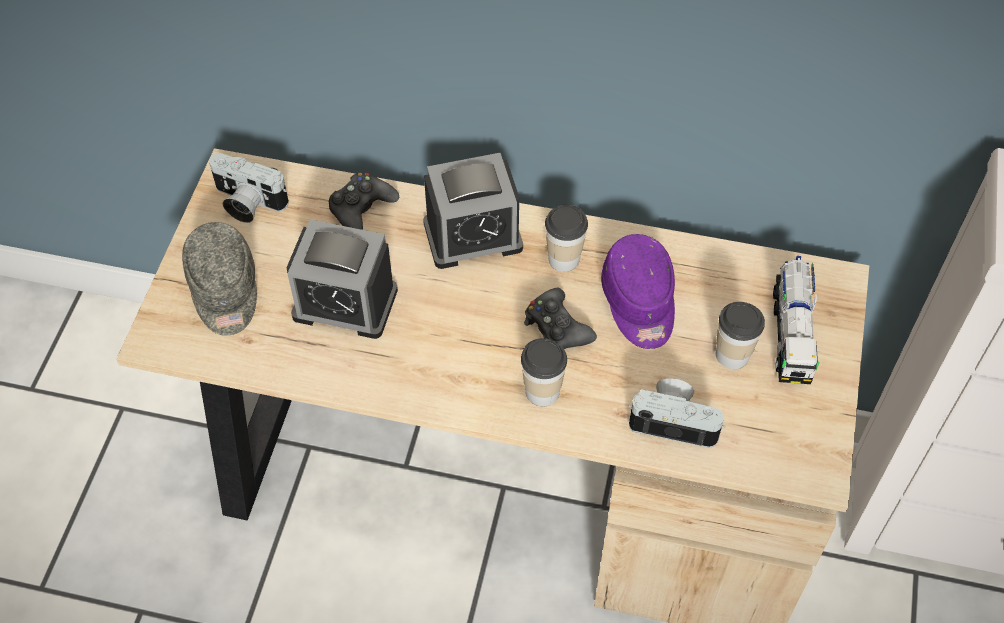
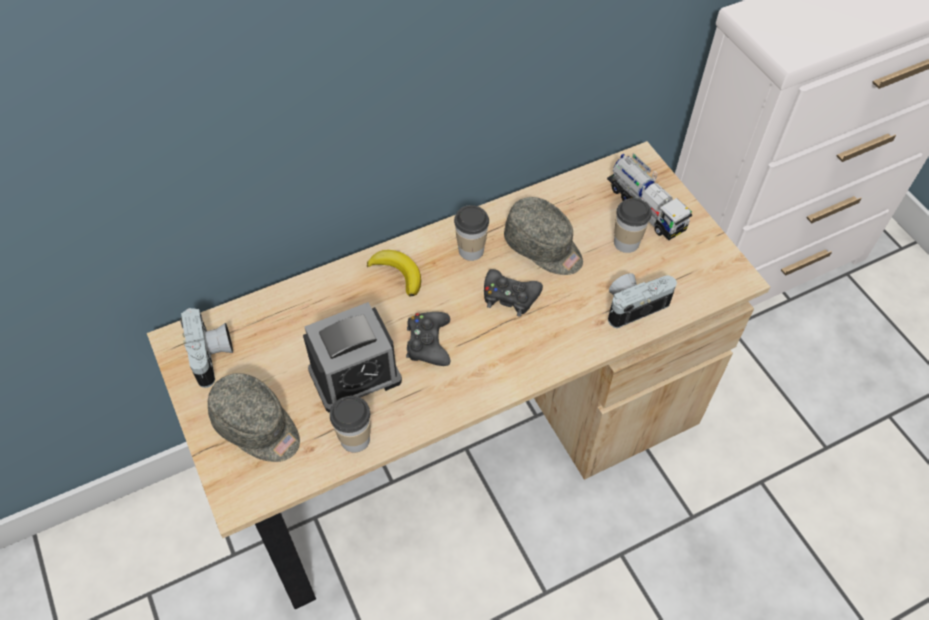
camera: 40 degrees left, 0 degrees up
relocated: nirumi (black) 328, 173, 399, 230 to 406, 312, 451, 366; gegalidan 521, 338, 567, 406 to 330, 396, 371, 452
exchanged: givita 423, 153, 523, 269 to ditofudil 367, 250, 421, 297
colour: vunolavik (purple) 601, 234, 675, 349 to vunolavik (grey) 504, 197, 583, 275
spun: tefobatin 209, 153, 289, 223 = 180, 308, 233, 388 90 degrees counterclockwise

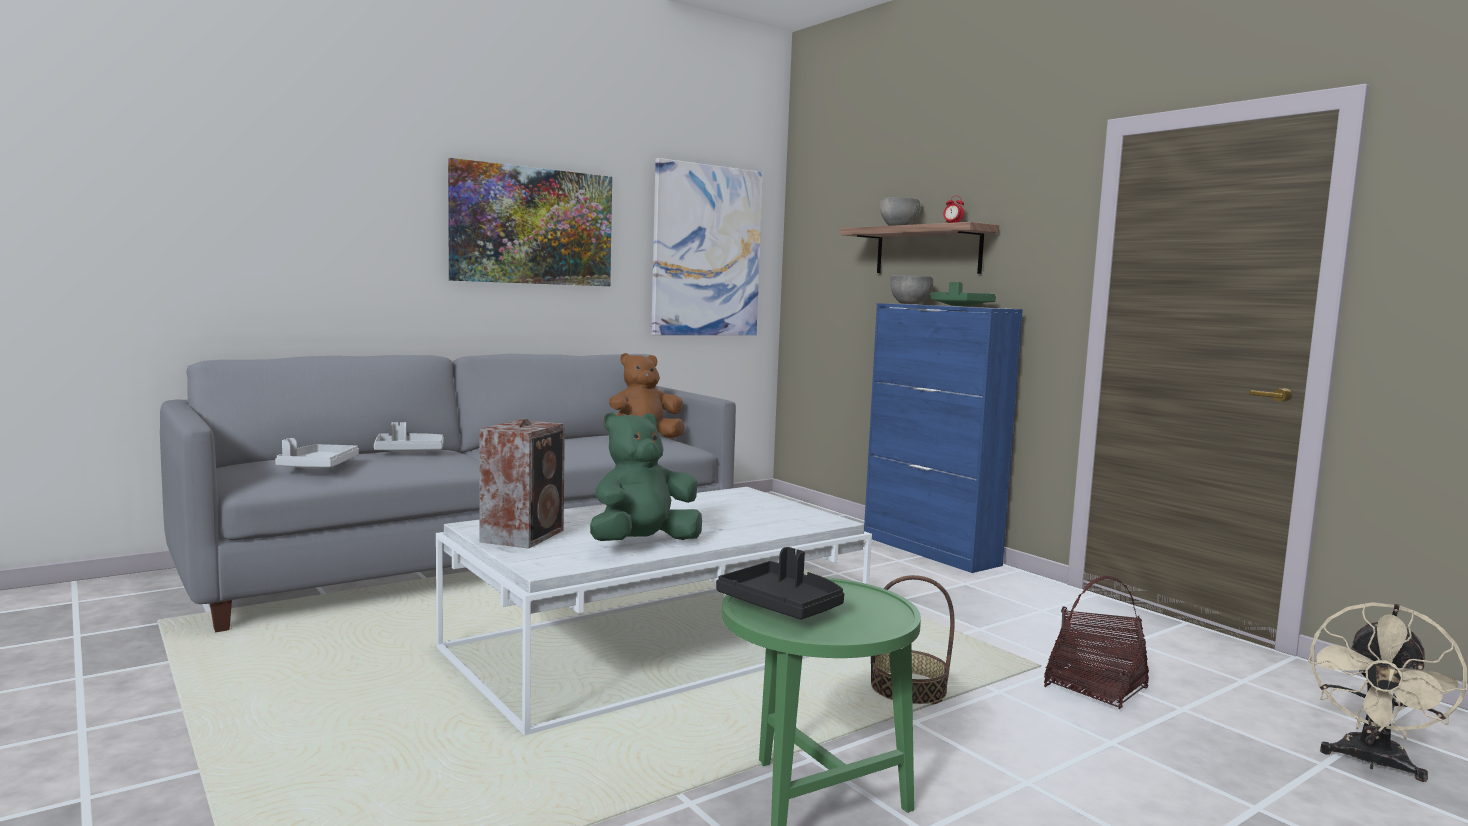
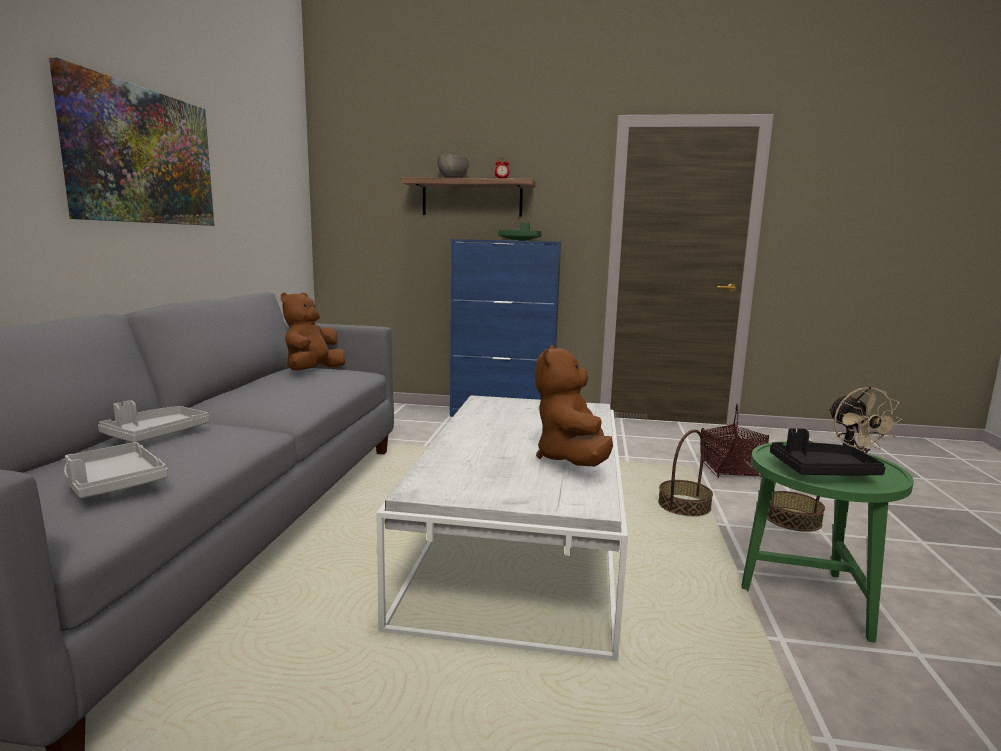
camera: 45 degrees left, 5 degrees up
missing: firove 479, 419, 565, 549; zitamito 651, 158, 763, 335; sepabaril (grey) 890, 275, 933, 304
appeared: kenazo 767, 441, 825, 532
colour: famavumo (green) 590, 412, 702, 541 to famavumo (brown) 536, 345, 613, 466

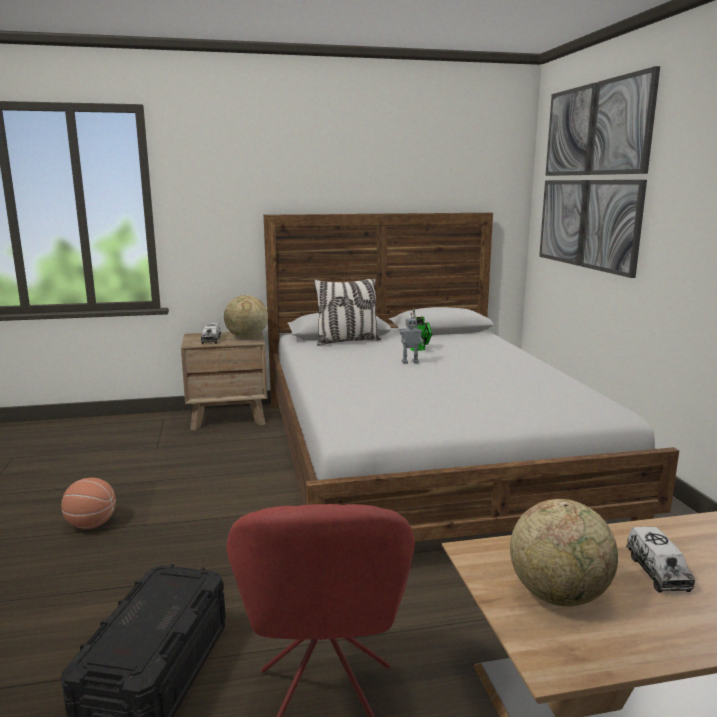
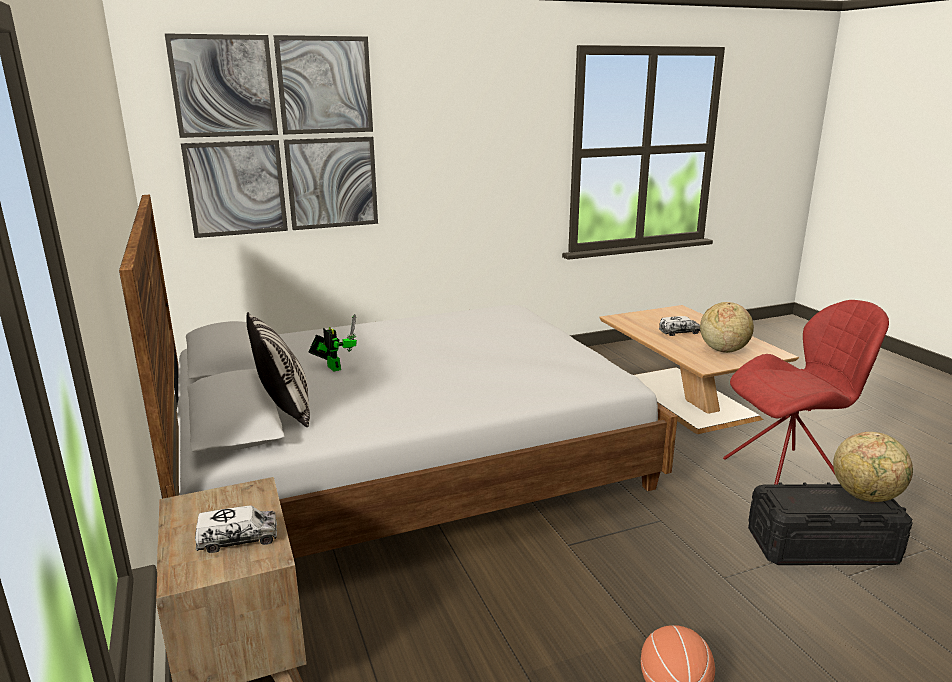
camera: 100 degrees left, 5 degrees up
missing: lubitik 400, 313, 424, 364
relocated: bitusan 224, 295, 268, 338 to 833, 432, 913, 502

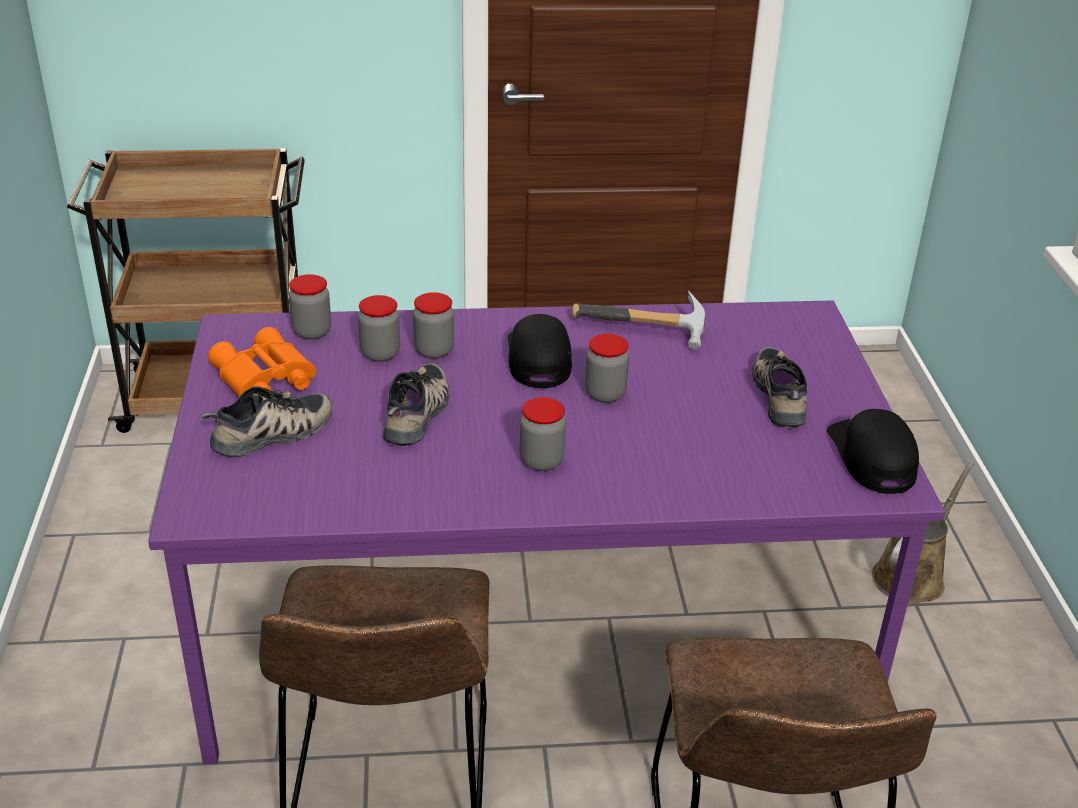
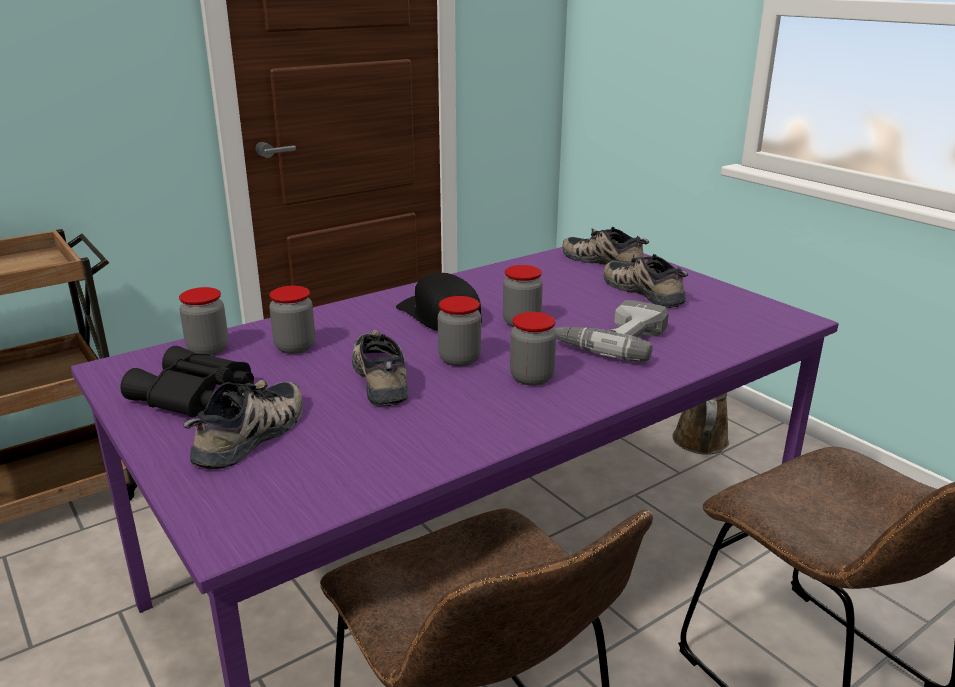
camera: 30 degrees left, 10 degrees down
missing: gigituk 572, 290, 705, 350; vunolavik (black) 827, 409, 919, 494
appeared: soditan 554, 300, 669, 362; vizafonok 562, 227, 650, 265
relocated: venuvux 413, 292, 454, 359 to 438, 296, 481, 366
colour: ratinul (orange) 208, 327, 316, 397 to ratinul (black) 120, 346, 254, 417

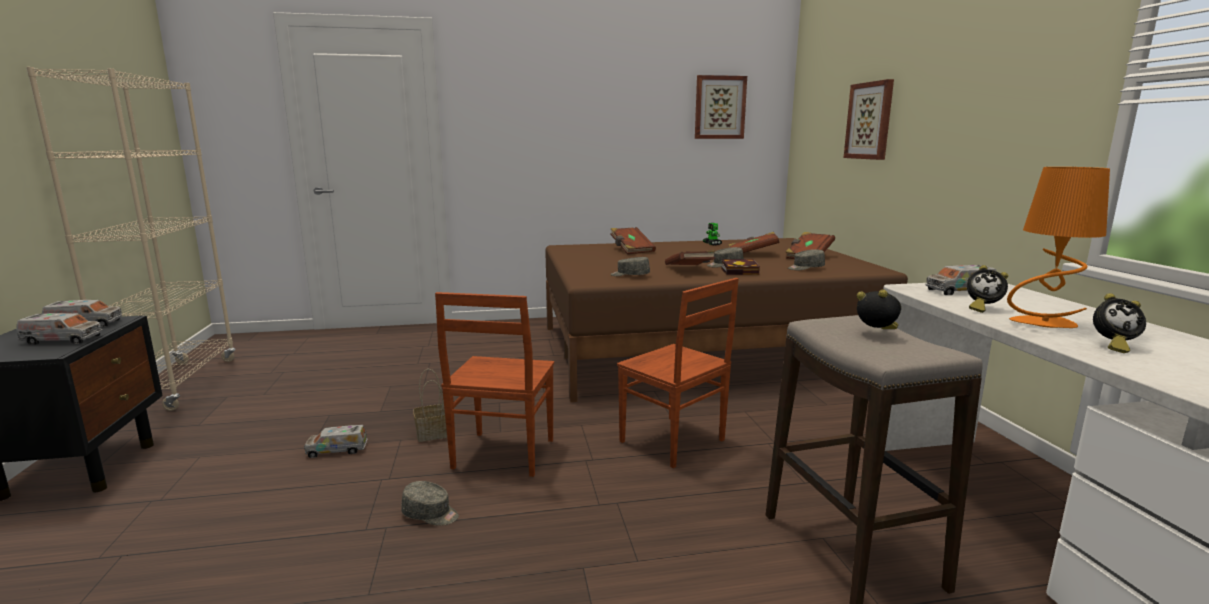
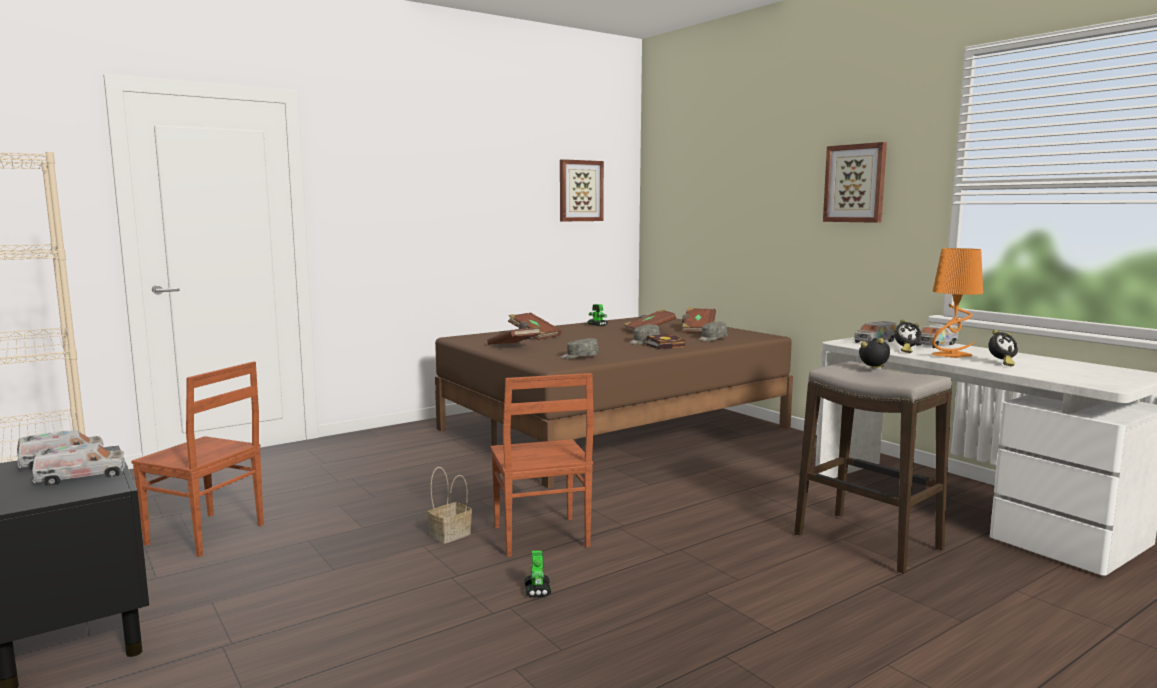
camera: 25 degrees left, 5 degrees down
relocated: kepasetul 304, 425, 368, 458 to 916, 324, 959, 348; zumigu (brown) 617, 278, 739, 468 to 131, 361, 264, 557; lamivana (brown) 665, 250, 715, 265 to 487, 326, 541, 345; zitamito 844, 79, 894, 160 to 823, 142, 887, 223
exchanged: vunolavik (grey) 401, 481, 459, 526 to lubitik 524, 550, 551, 598

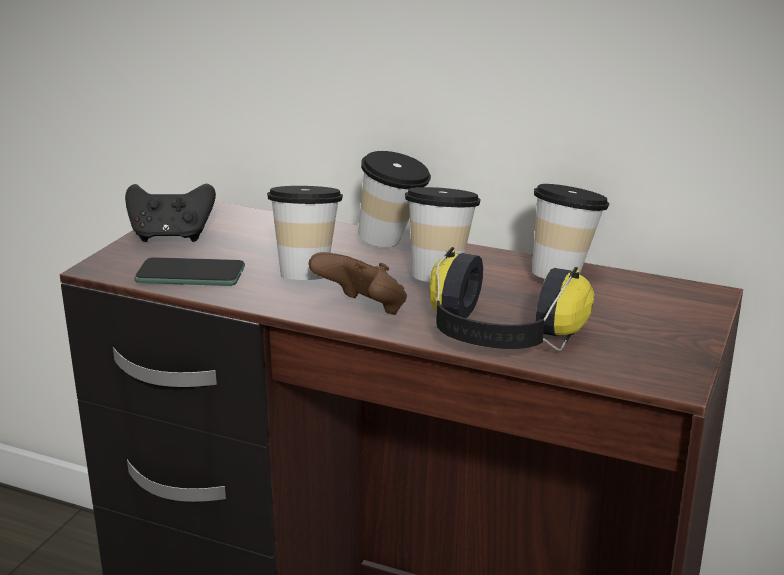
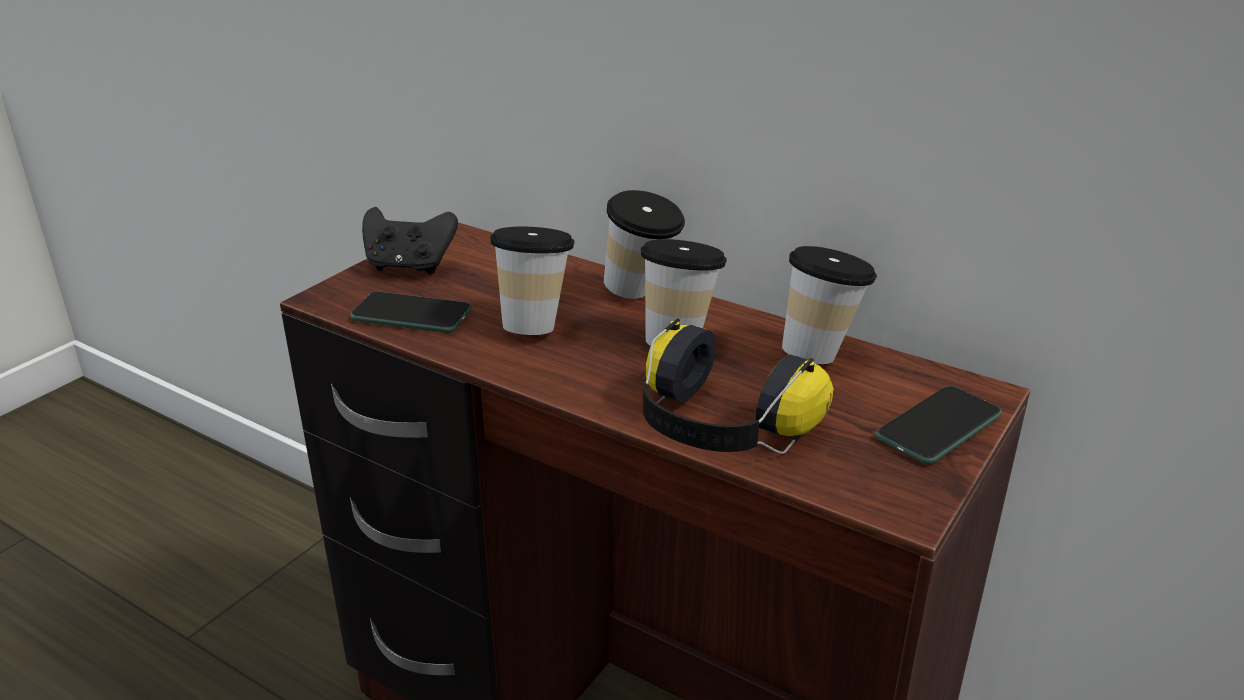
camera: 10 degrees right, 5 degrees up
missing: nirumi (brown) 308, 252, 407, 315
appeared: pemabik 876, 386, 1002, 464

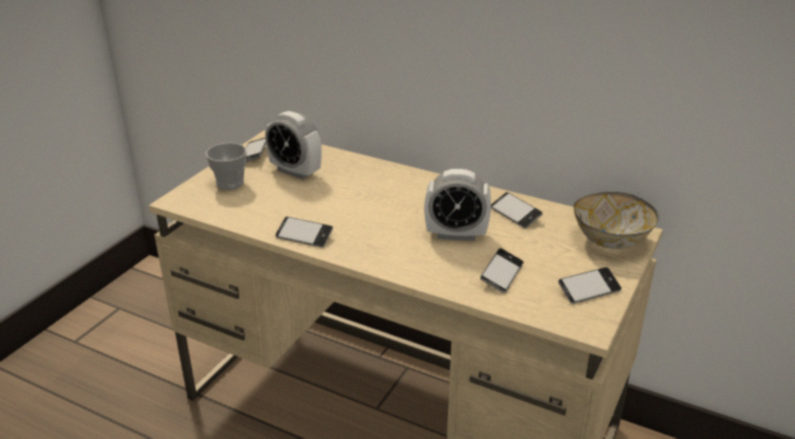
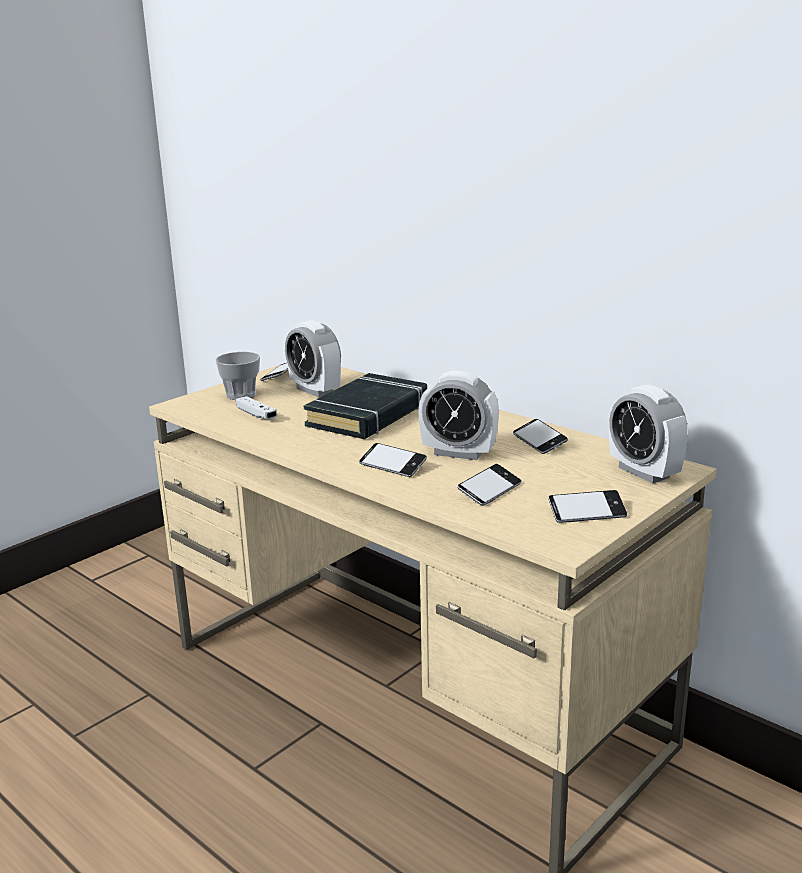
camera: 15 degrees right, 10 degrees down
appeared: nirumi (white) 236, 396, 277, 419; lamivana (black) 304, 373, 427, 439
relocated: pemabik 275, 217, 333, 247 to 359, 443, 427, 477
exchanged: sepabaril 574, 192, 658, 249 to givita 609, 385, 688, 484

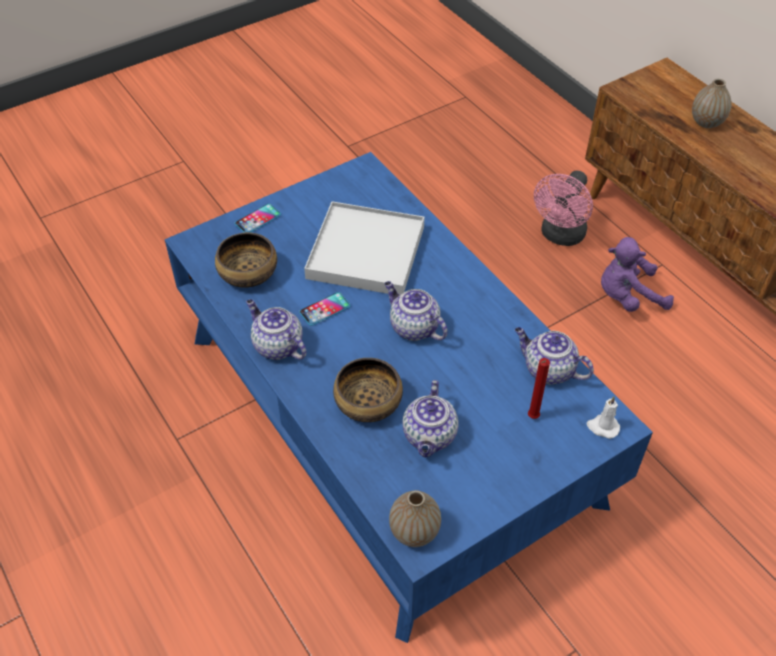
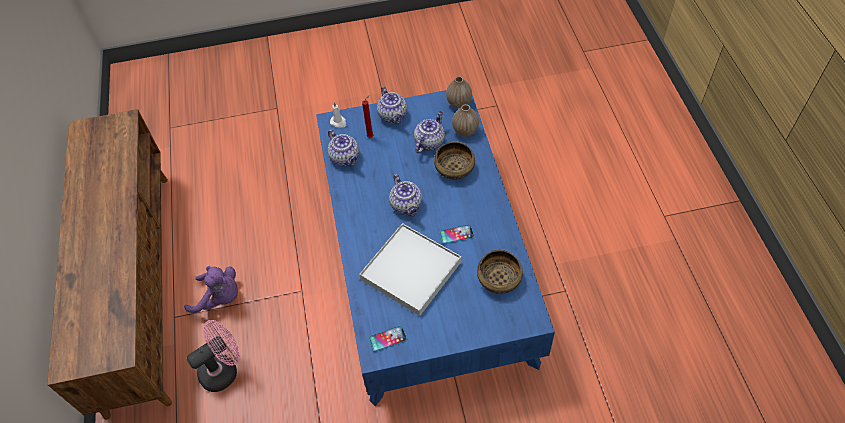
camera: 155 degrees left, 5 degrees up
relocated: pemabik 235, 204, 281, 233 to 369, 326, 407, 352; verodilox 246, 299, 306, 360 to 377, 86, 407, 124; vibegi 692, 79, 732, 128 to 452, 104, 479, 137

